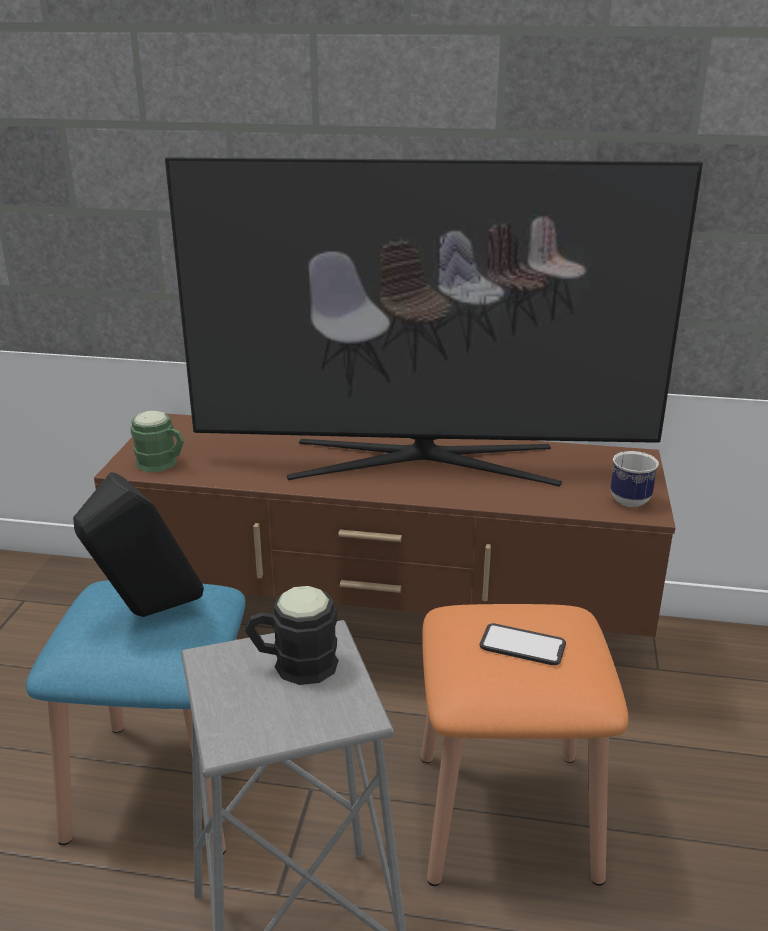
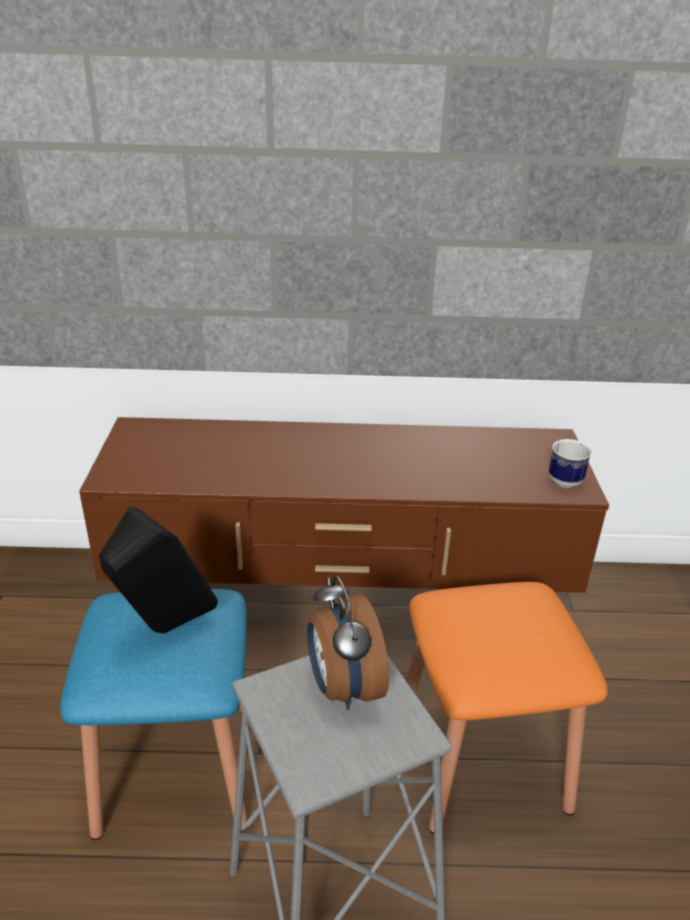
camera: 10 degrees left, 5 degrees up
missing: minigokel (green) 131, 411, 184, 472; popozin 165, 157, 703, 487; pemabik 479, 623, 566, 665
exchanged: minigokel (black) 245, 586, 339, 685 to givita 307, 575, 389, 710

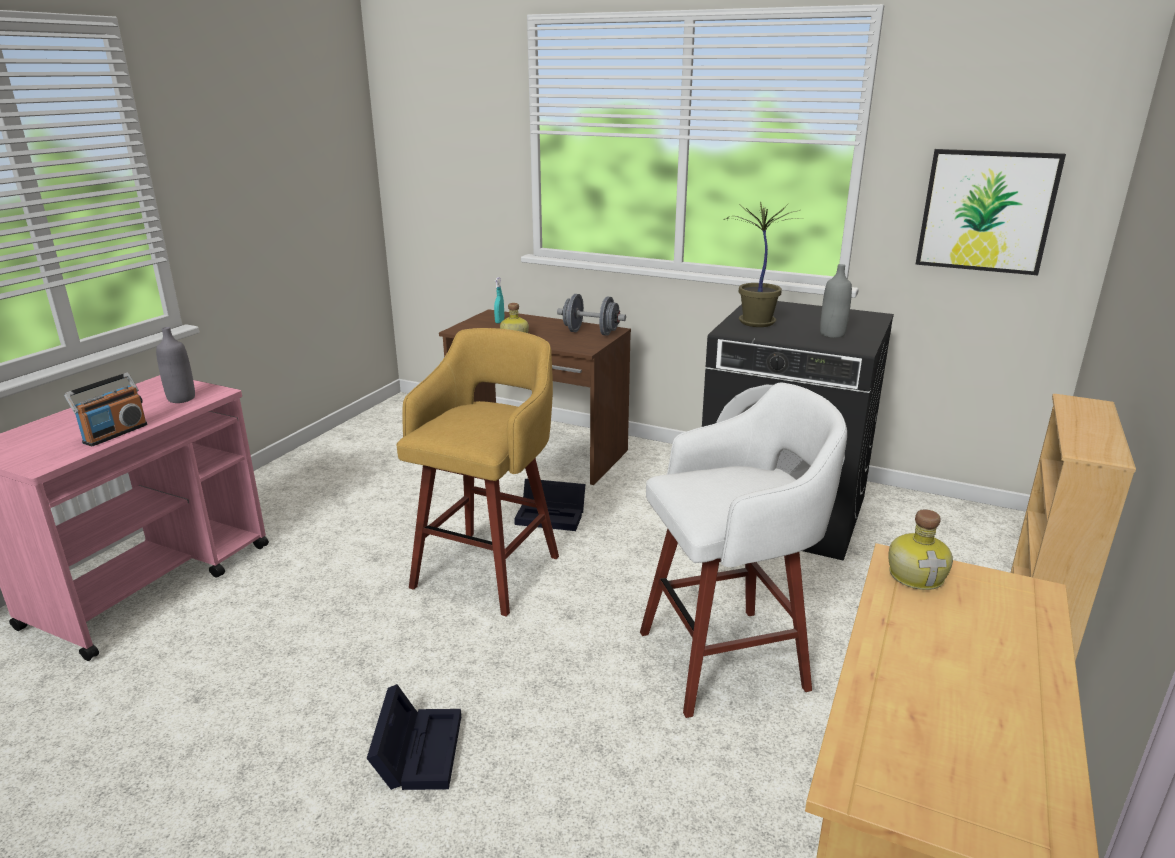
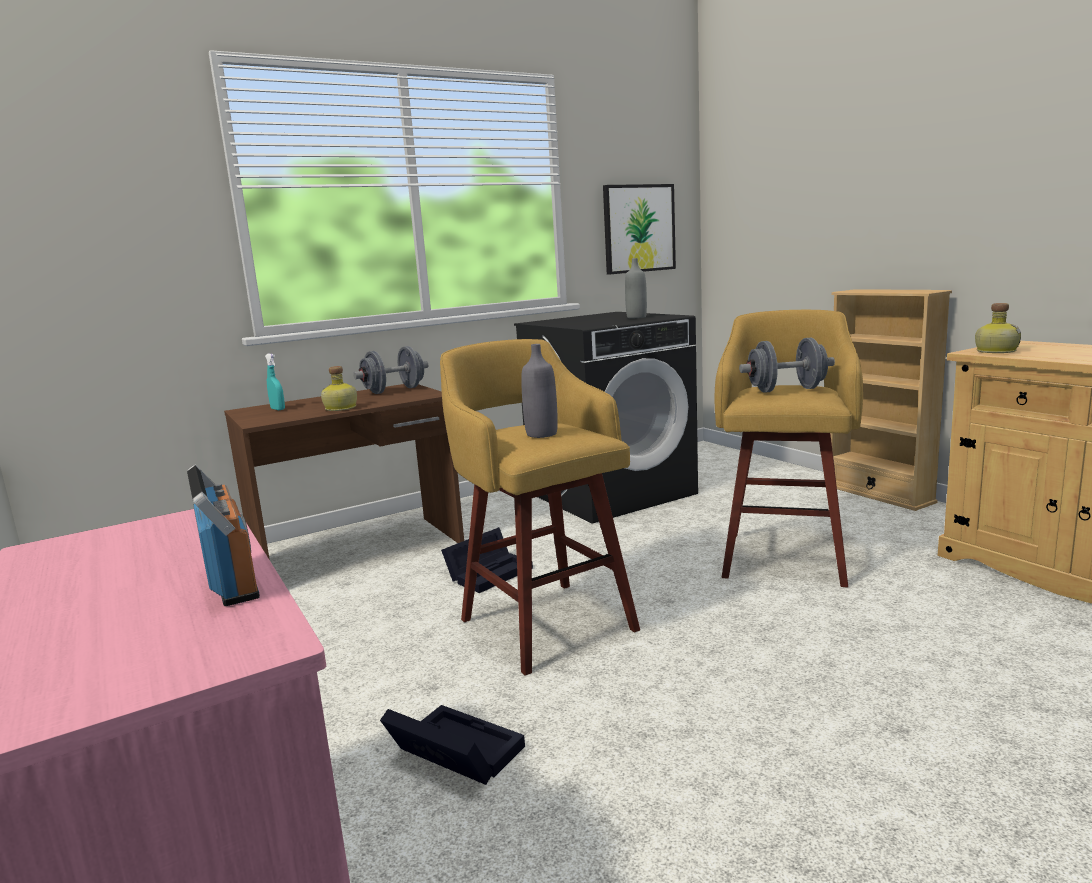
camera: 55 degrees left, 10 degrees down
missing: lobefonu 723, 201, 800, 327
appeared: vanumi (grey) 739, 338, 835, 393
relocated: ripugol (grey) 156, 327, 195, 403 to 521, 344, 558, 438; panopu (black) 367, 684, 461, 790 to 380, 705, 525, 785
colour: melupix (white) 640, 382, 847, 718 to melupix (yellow) 714, 310, 863, 587

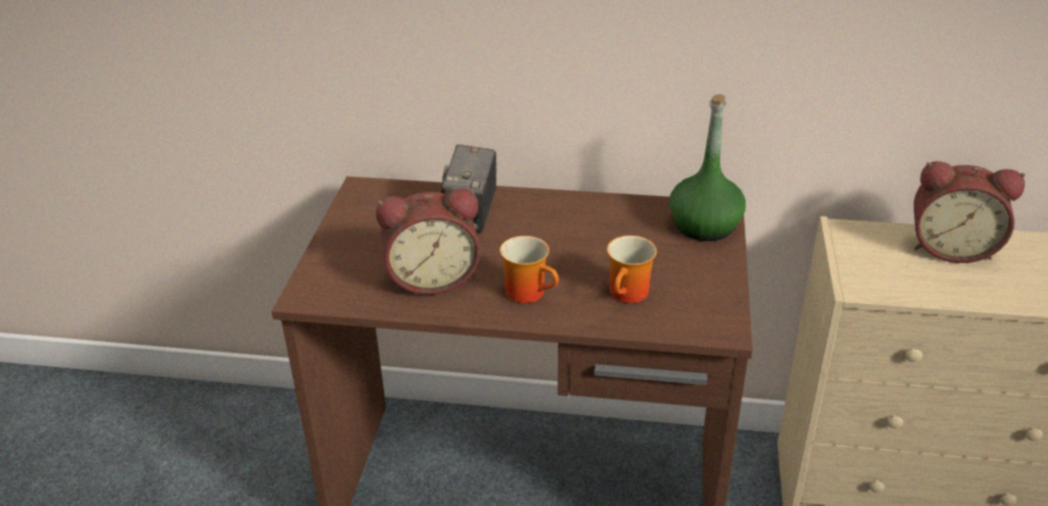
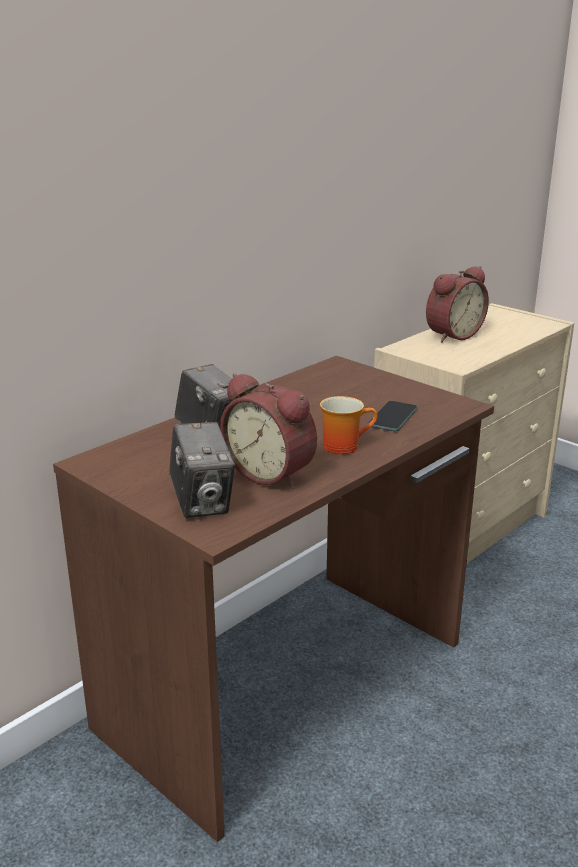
camera: 55 degrees left, 10 degrees down
missing: ripugol (green) 669, 94, 746, 241
appeared: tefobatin 169, 422, 235, 518
exchanged: minigokel 607, 235, 657, 303 to pemabik 368, 401, 418, 431
spun: givita 376, 189, 480, 295 = 220, 373, 317, 489 105 degrees clockwise

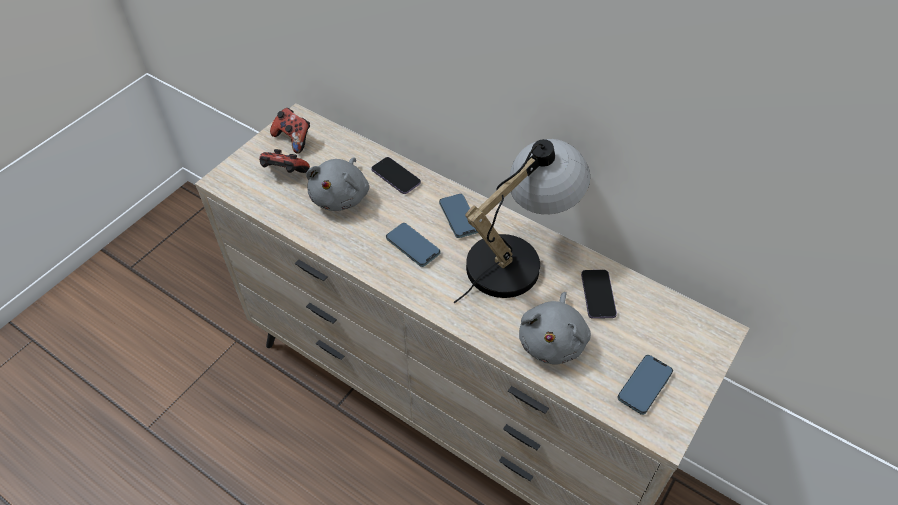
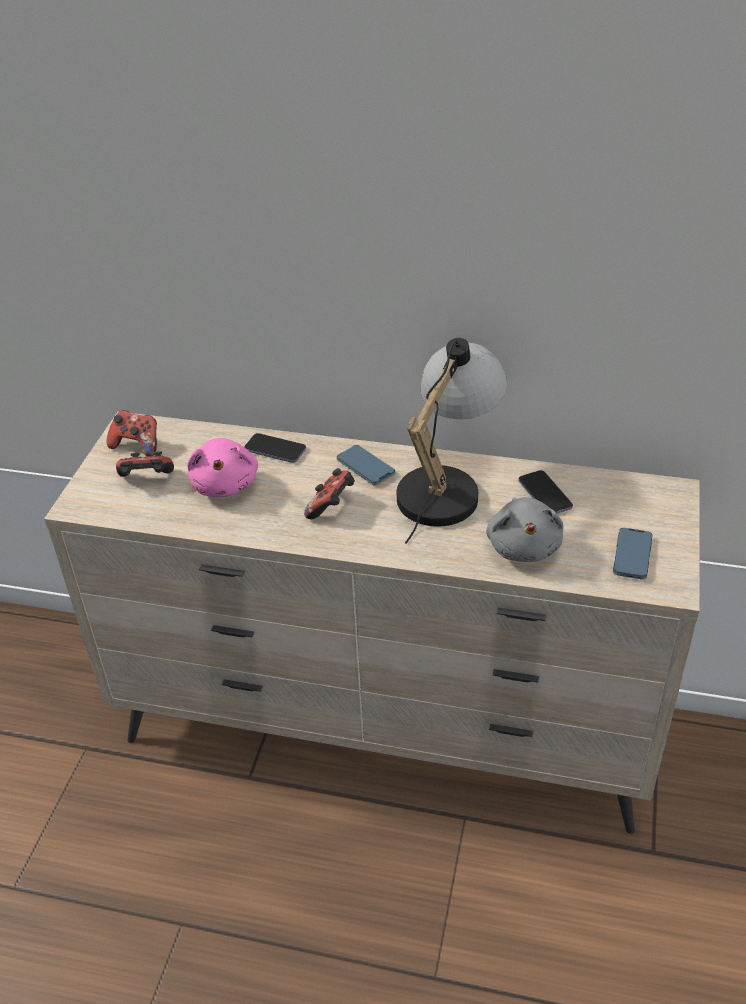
camera: 20 degrees left, 10 degrees down
exchanged: pemabik 386, 223, 440, 267 to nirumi 304, 468, 355, 519
colour: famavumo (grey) 306, 158, 369, 211 to famavumo (pink) 187, 438, 258, 497

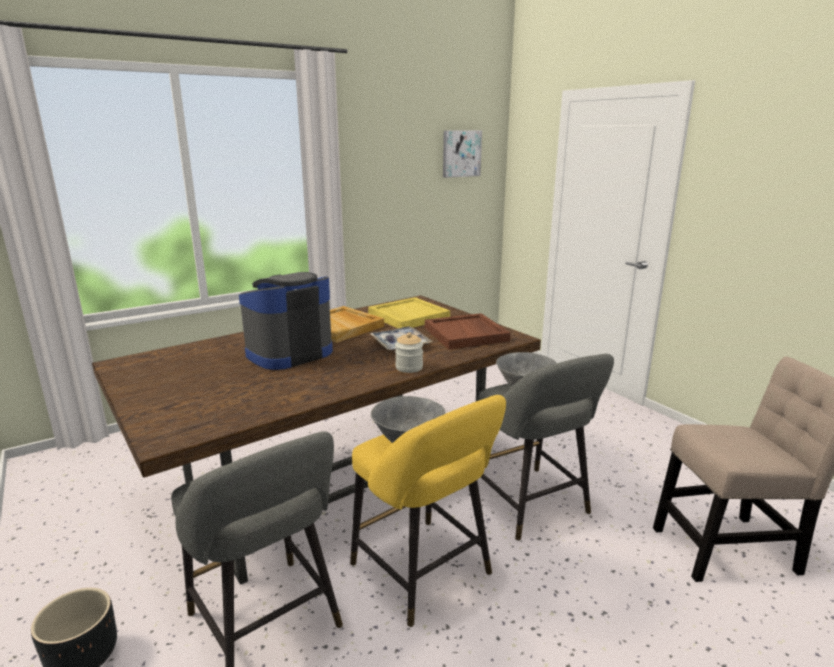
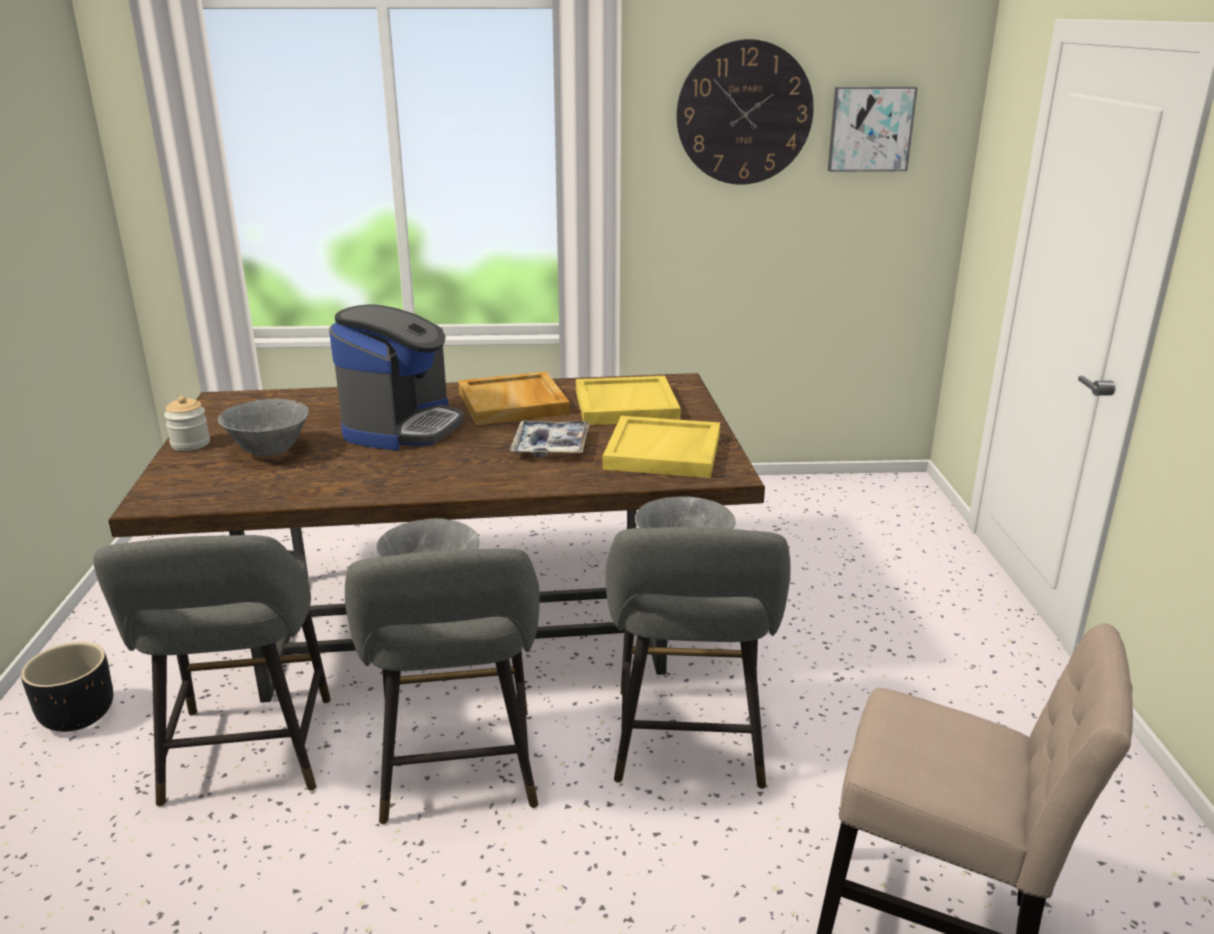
camera: 30 degrees right, 5 degrees up
appeared: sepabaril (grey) 218, 399, 309, 456; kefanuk 677, 39, 814, 185
relocated: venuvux 395, 332, 423, 373 to 164, 396, 210, 451
colour: melupix (yellow) 350, 395, 506, 627 to melupix (grey) 345, 548, 540, 824; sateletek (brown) 425, 313, 511, 350 to sateletek (yellow) 603, 416, 720, 478
spun: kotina 239, 272, 333, 370 = 329, 305, 464, 450 120 degrees clockwise

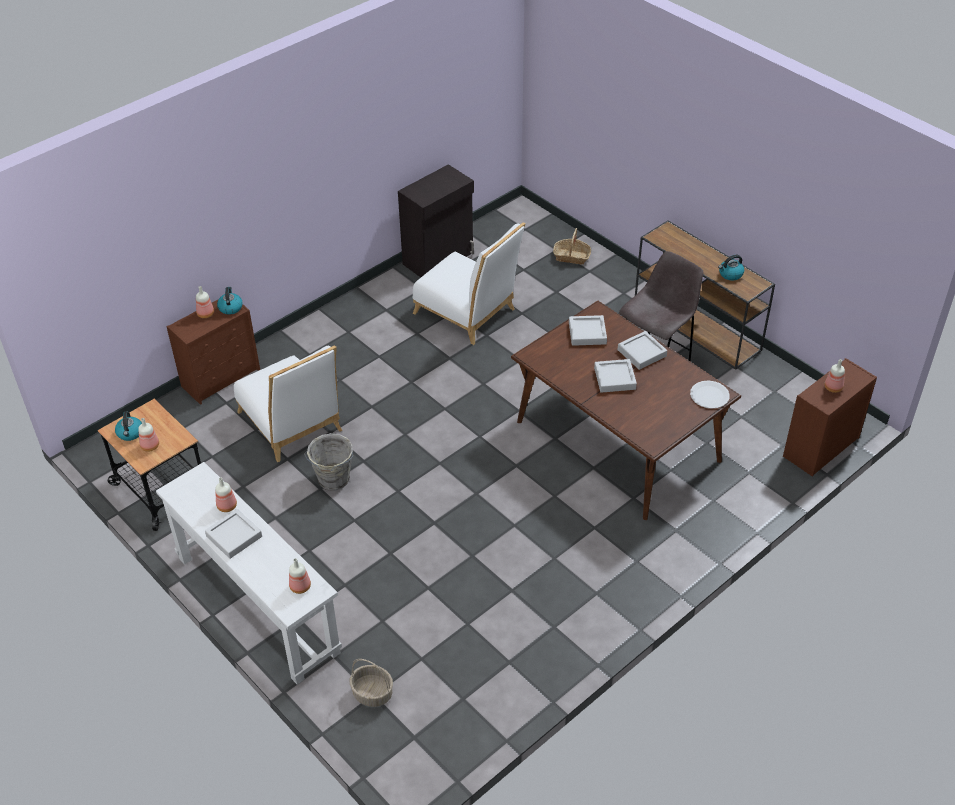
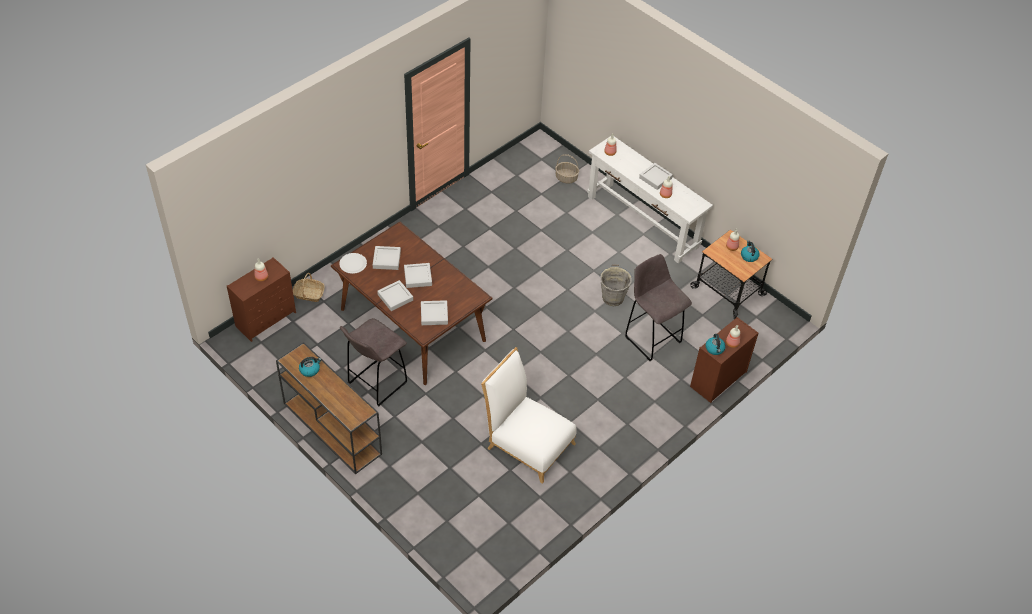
camera: 175 degrees right, 5 degrees up
missing: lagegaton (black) 398, 164, 474, 277
appeared: sateletek (grey) 373, 246, 401, 270
relocated: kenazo 553, 228, 591, 265 to 293, 273, 325, 302
exchanged: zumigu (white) 234, 346, 342, 462 to melupix (grey) 625, 254, 692, 361

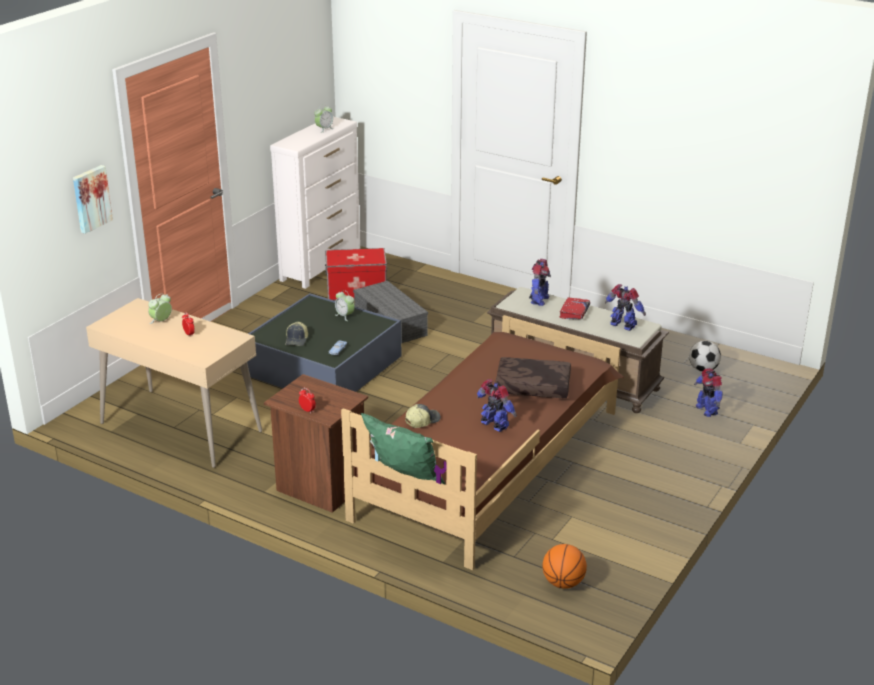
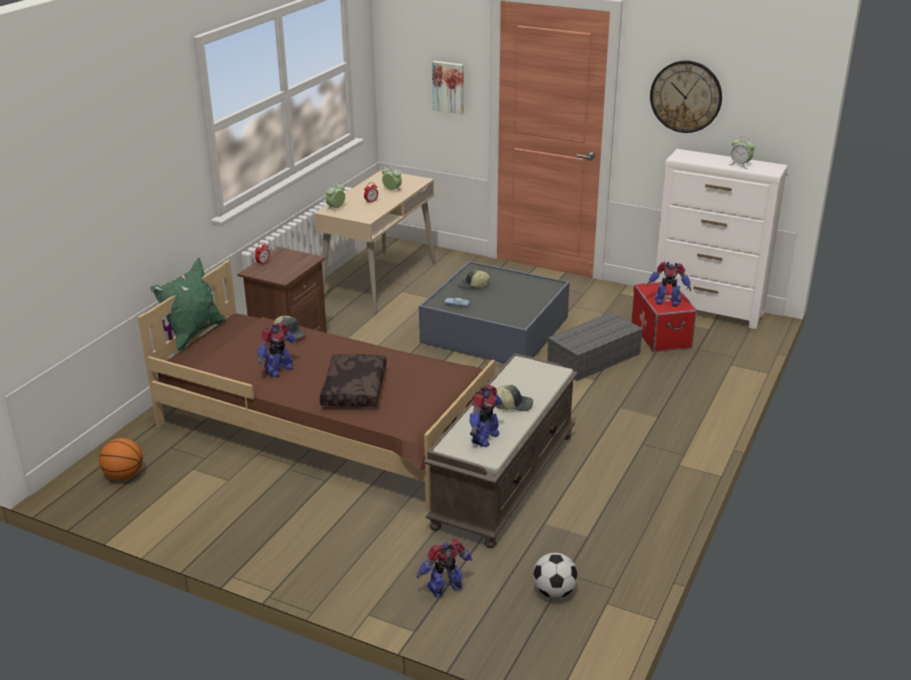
camera: 85 degrees right, 0 degrees up
appeared: kefanuk 650, 60, 722, 133
relocated: givita 335, 290, 355, 321 to 326, 183, 345, 210; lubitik 529, 259, 551, 306 to 647, 262, 691, 307
exchanged: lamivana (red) 559, 297, 590, 320 to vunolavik 496, 385, 533, 411

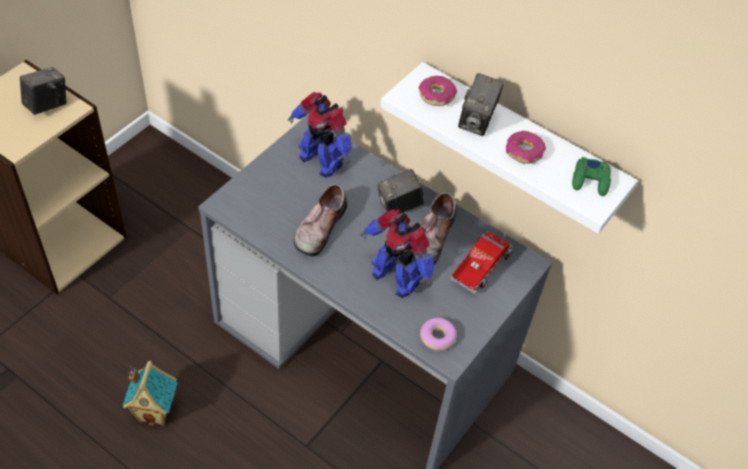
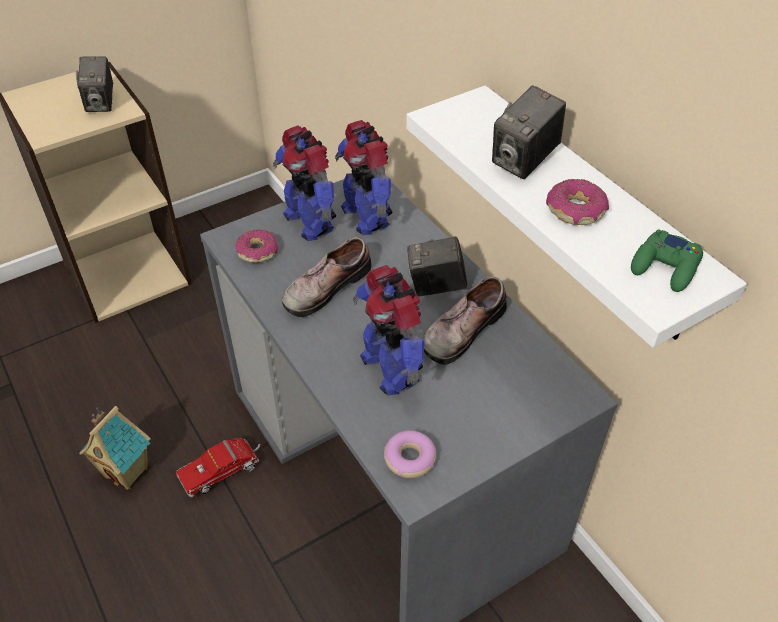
camera: 25 degrees right, 5 degrees down
appeared: lubitik 273, 126, 336, 241
relocated: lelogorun 419, 76, 457, 106 to 235, 229, 278, 263; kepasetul 451, 231, 513, 293 to 176, 438, 260, 497
spun: tefobatin 20, 67, 67, 115 = 76, 56, 113, 112 105 degrees clockwise

